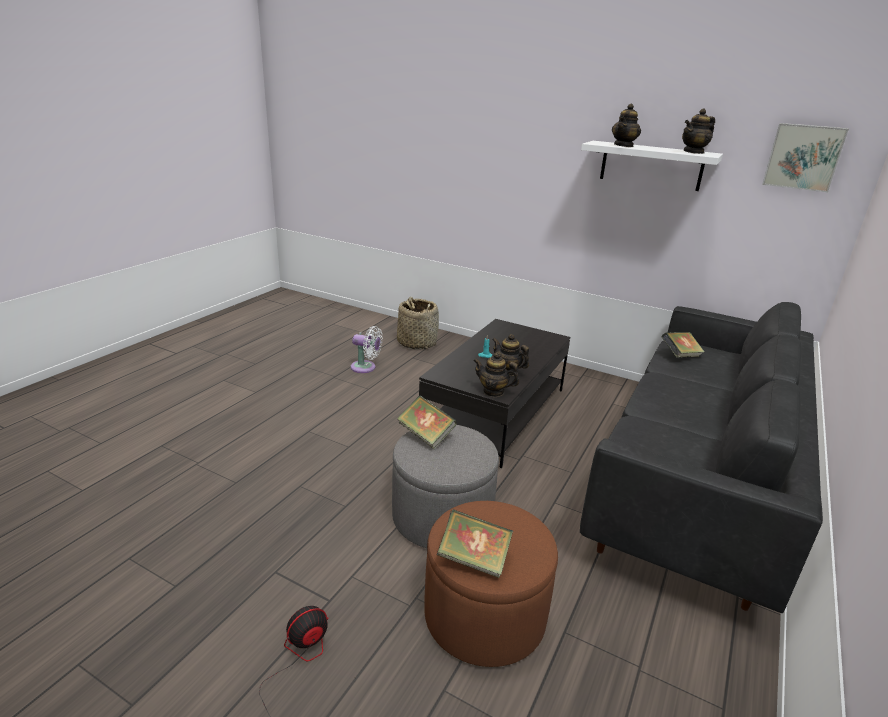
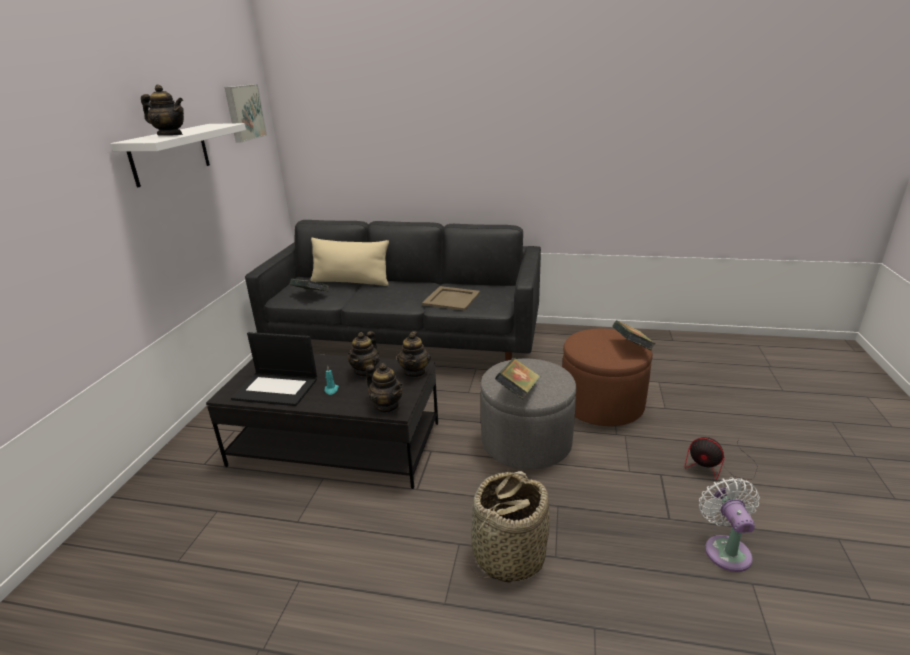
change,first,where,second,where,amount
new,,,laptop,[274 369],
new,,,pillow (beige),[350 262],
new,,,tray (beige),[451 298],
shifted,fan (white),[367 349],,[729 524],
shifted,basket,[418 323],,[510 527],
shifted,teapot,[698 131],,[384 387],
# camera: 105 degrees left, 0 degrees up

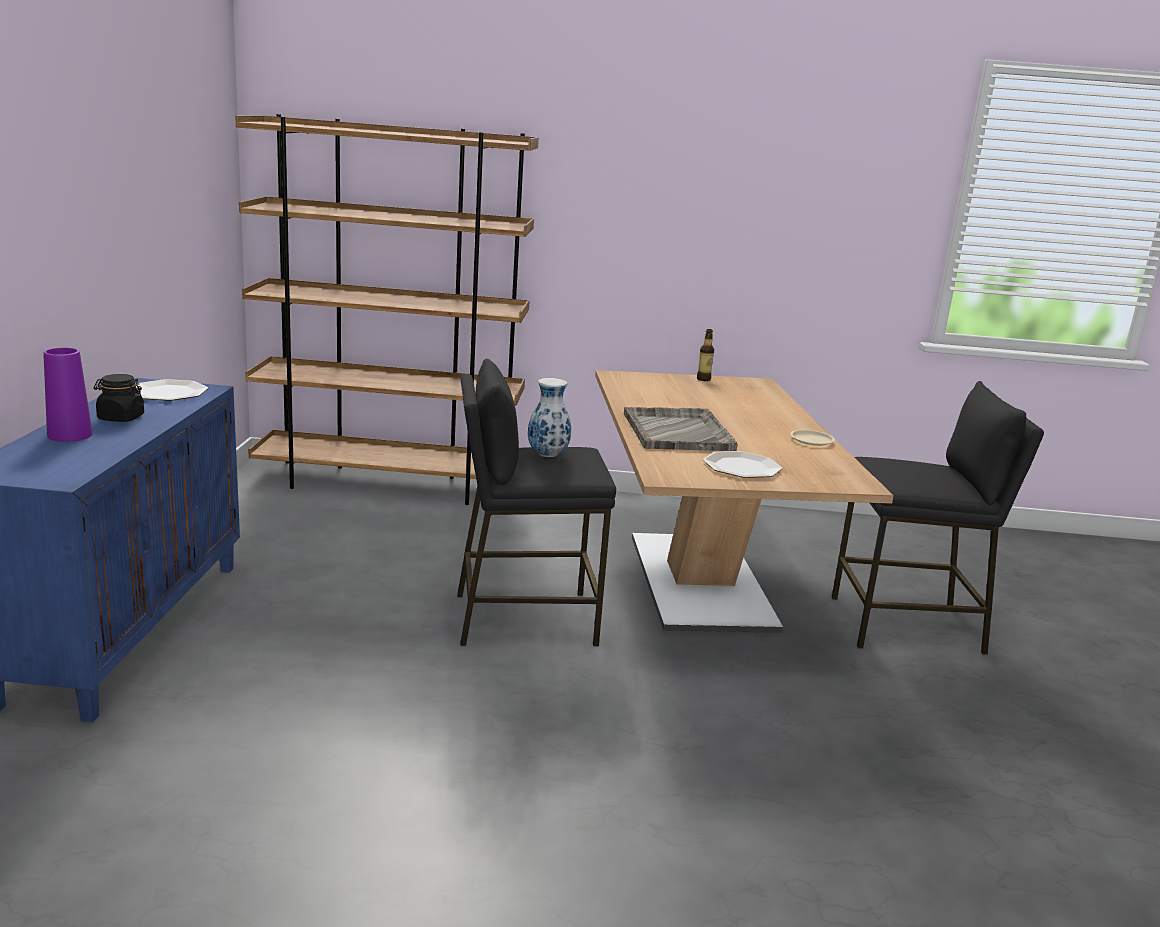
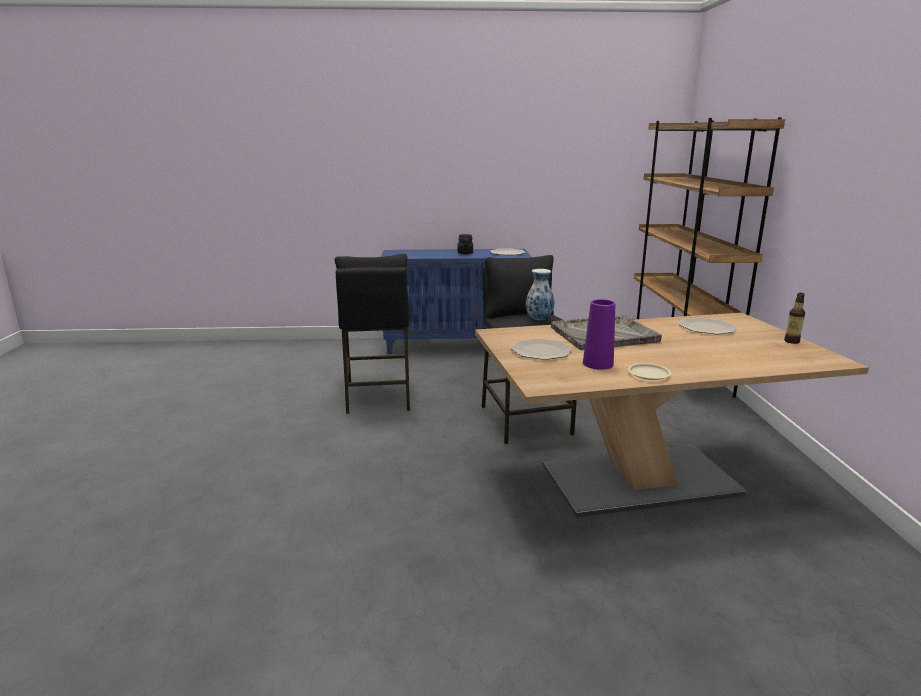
change,first,where,second,where,amount
new,,,plate,[708 325],
shifted,vase (purple),[68 395],,[599 334],
shifted,stool (black),[938 518],,[372 334],
# camera: 85 degrees right, 0 degrees up

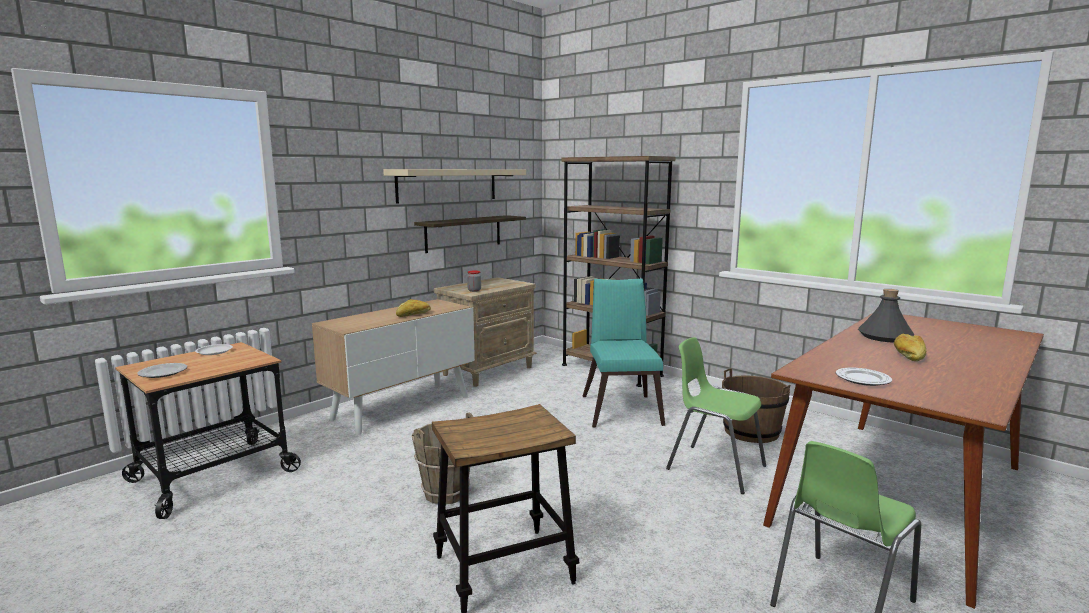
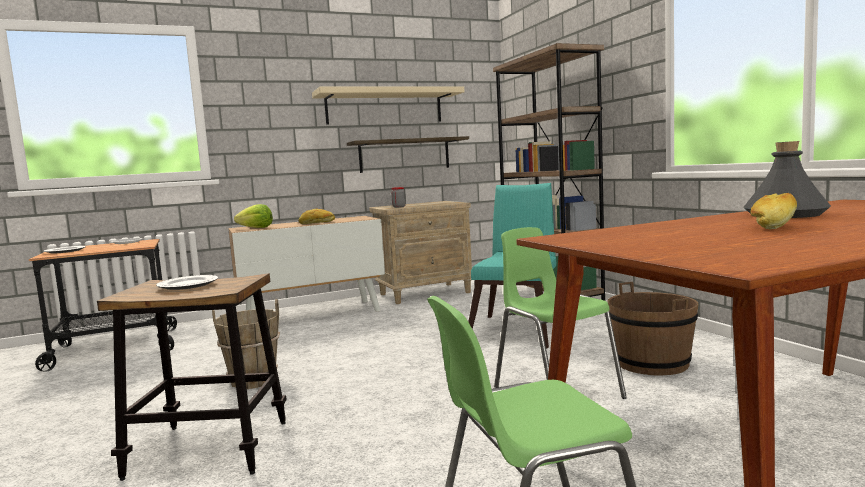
change,first,where,second,where,amount
new,,,lettuce,[253 216],
shifted,plate,[864 377],,[187 282],
# camera: 25 degrees right, 5 degrees down

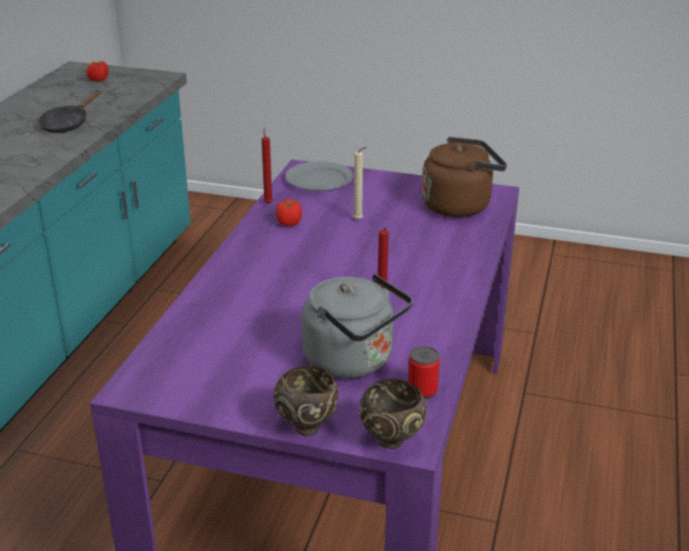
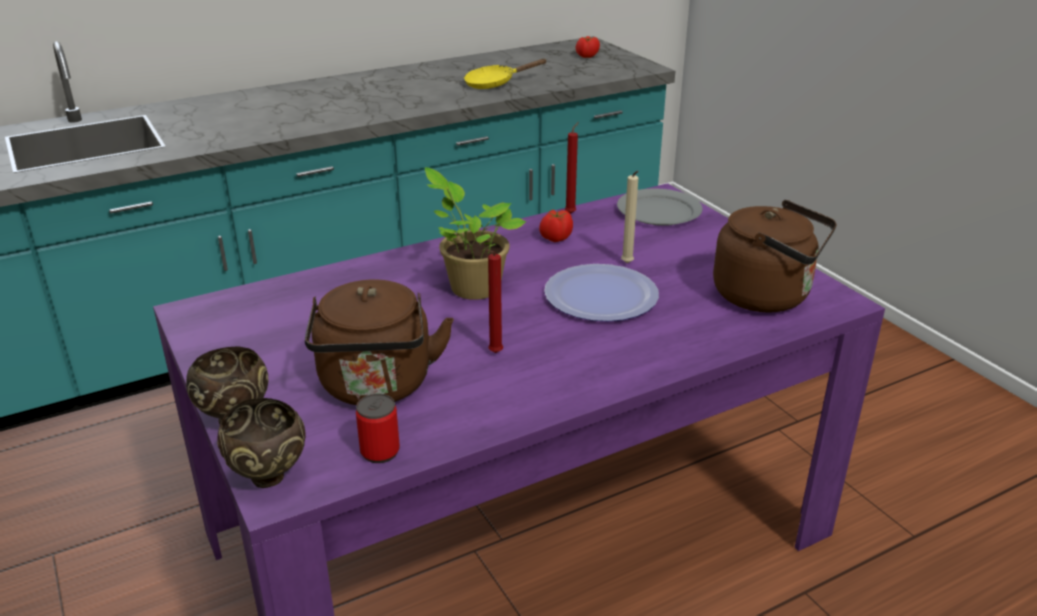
change,first,where,second,where,amount
new,,,potted plant,[475 233],
new,,,plate,[601 293],
repainted,frying pan (black),[69 111],frying pan (yellow),[505 74],
repainted,kettle (grey),[357 326],kettle (brown),[379 342],
# camera: 45 degrees right, 0 degrees up

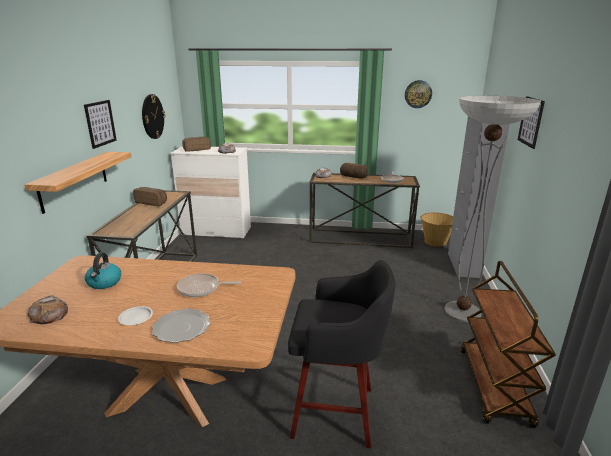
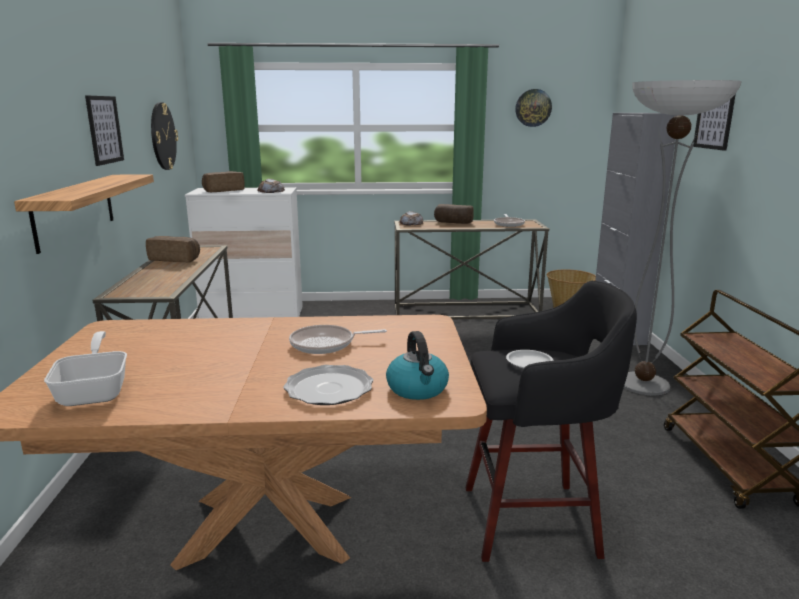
change,first,where,second,where,amount
shifted,kettle,[103 271],,[417 365],
shifted,plate (white),[135 315],,[530 359],
swapped,bread,[48 309],frying pan,[85 368],
# camera: 10 degrees left, 5 degrees down

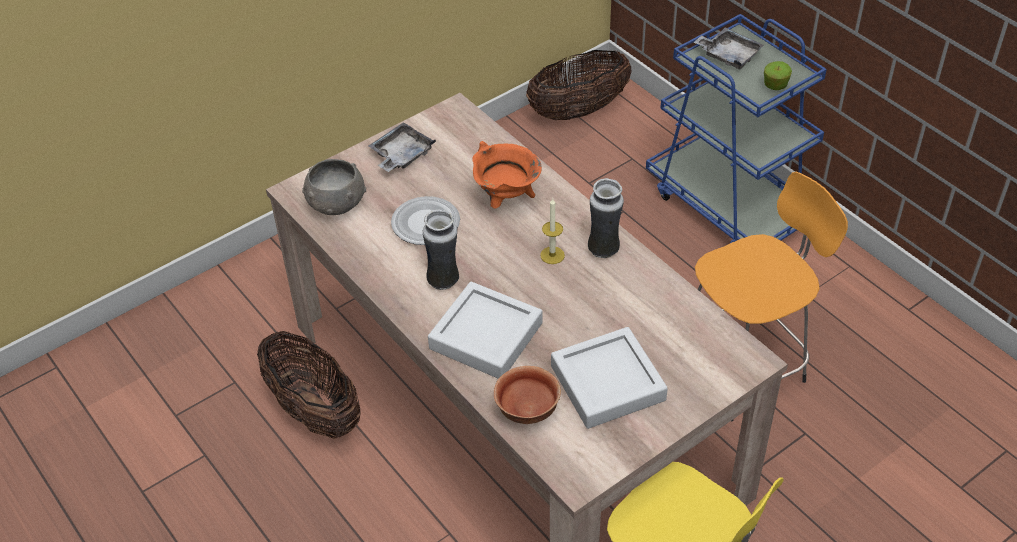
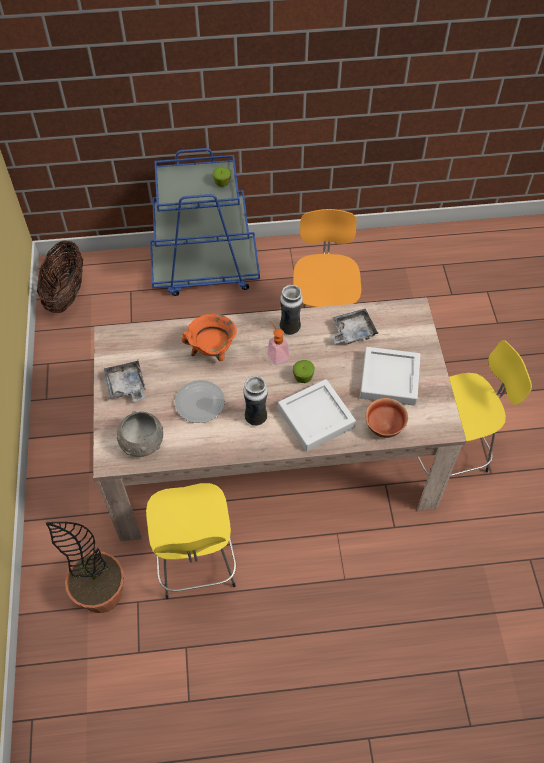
change,first,where,second,where,amount
new,,,potted plant,[85 567],
new,,,apple,[304 371],
shifted,tray (grey),[729 48],,[355 326],
swapped,basket,[309 385],stool (yellow),[191 541],
swapped,candle,[552 231],soap dispenser,[278 343],
# camera: 60 degrees left, 10 degrees up

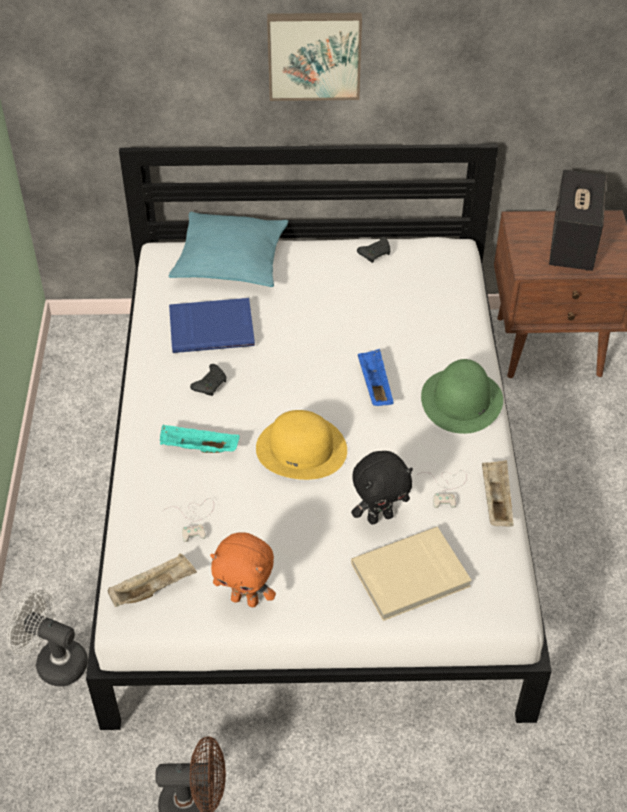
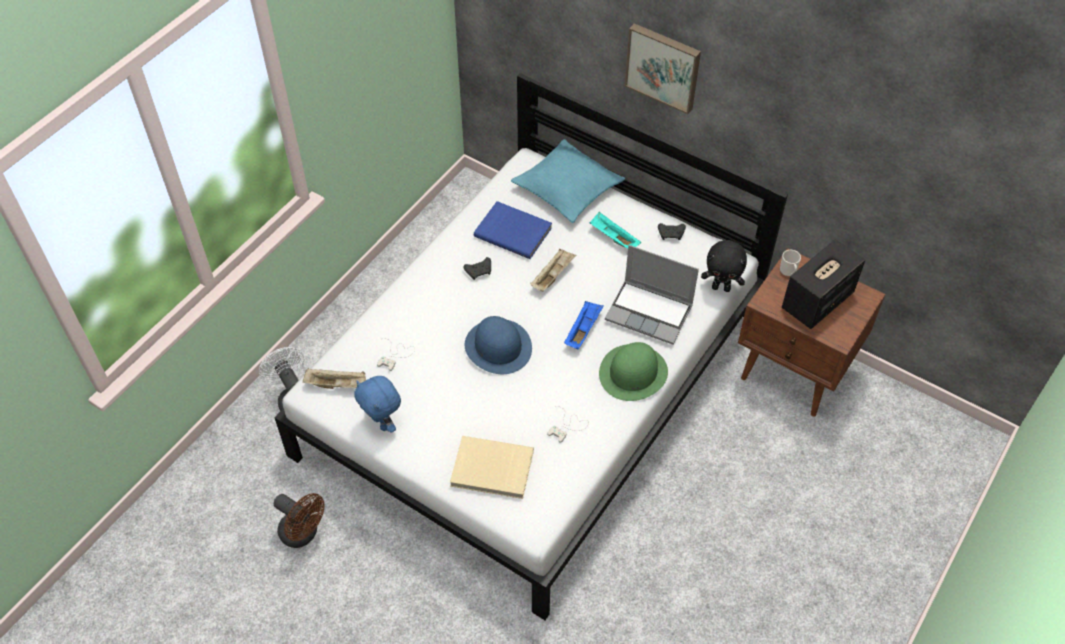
change,first,where,second,where,amount
new,,,laptop,[652 295],
new,,,mug,[790 263],
shifted,tray (turquoise),[200 439],,[615 230],
shifted,plush toy (black),[382 487],,[724 266],
shifted,tray (beige),[497 493],,[553 270],
repainted,plush toy (orange),[243 569],plush toy (blue),[378 404],
repainted,hat (yellow),[301 445],hat (blue),[498 345],
# camera: 35 degrees right, 5 degrees up

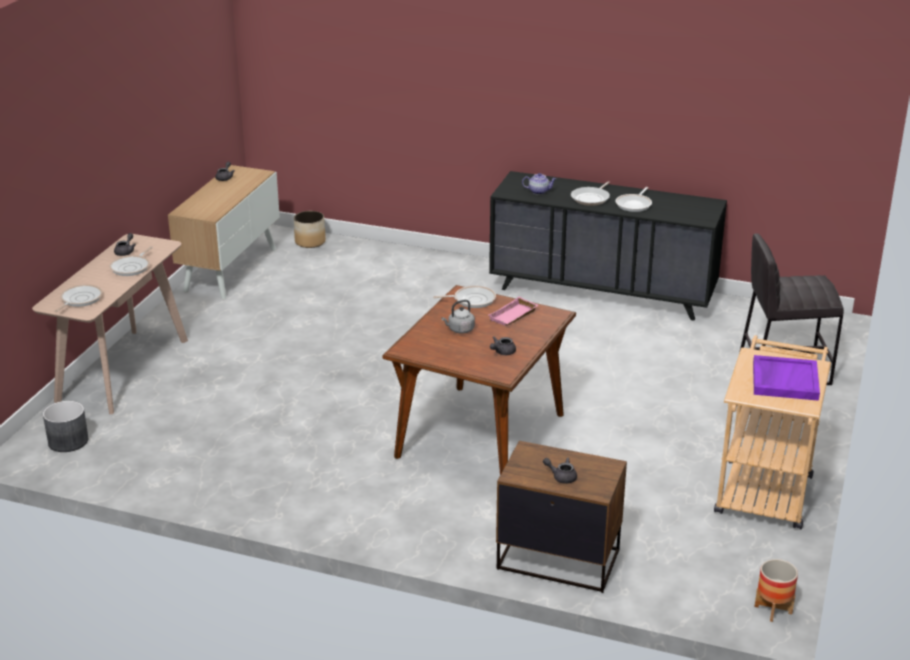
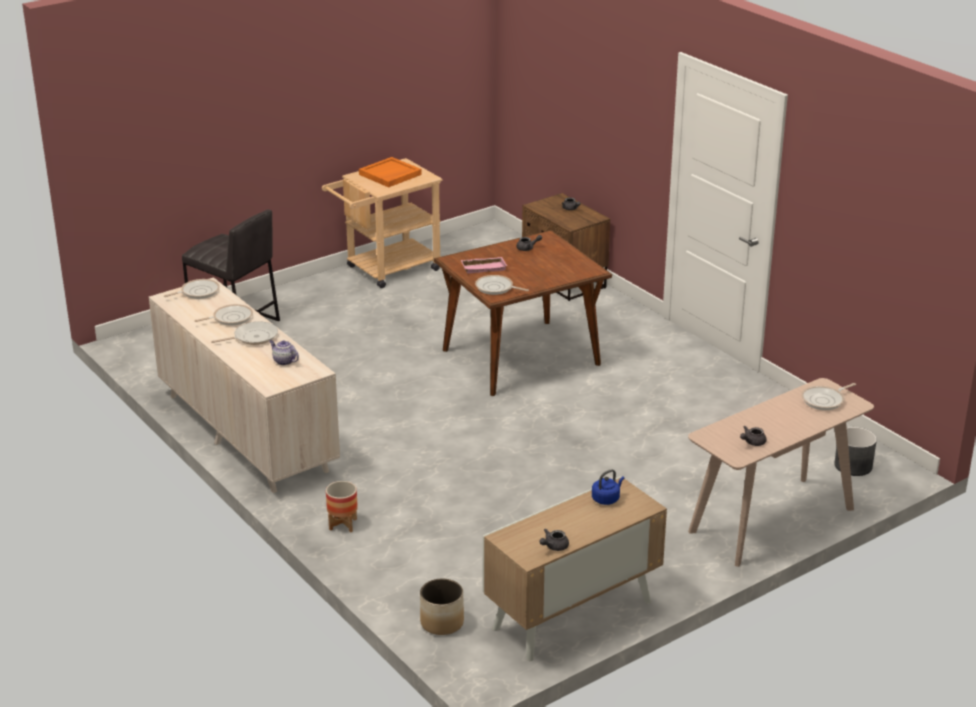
change,first,where,second,where,amount
gone,kettle (grey),[458 317],,,
new,,,kettle (blue),[608 487],
shifted,frying pan,[131 261],,[192 289],
shifted,planter,[776 590],,[342 506],
repainted,dresser (black),[608 246],dresser (beige),[244 385],
repainted,tray (purple),[786 378],tray (orange),[390 172],
# camera: 145 degrees left, 0 degrees up

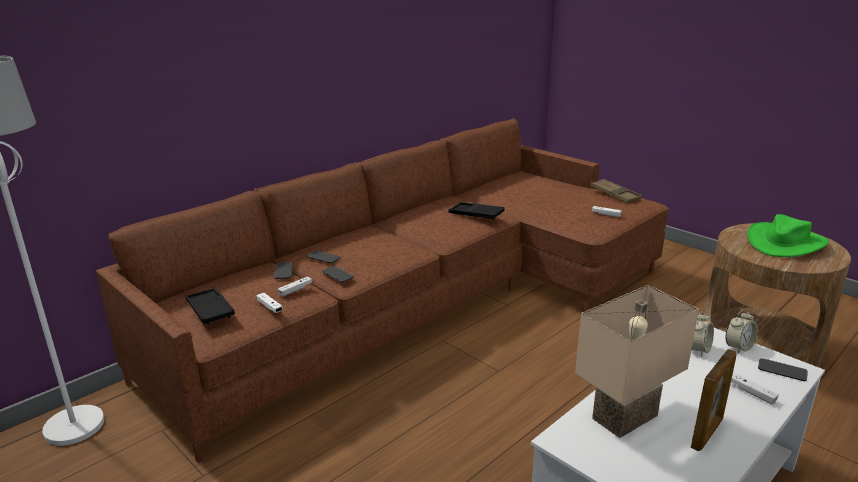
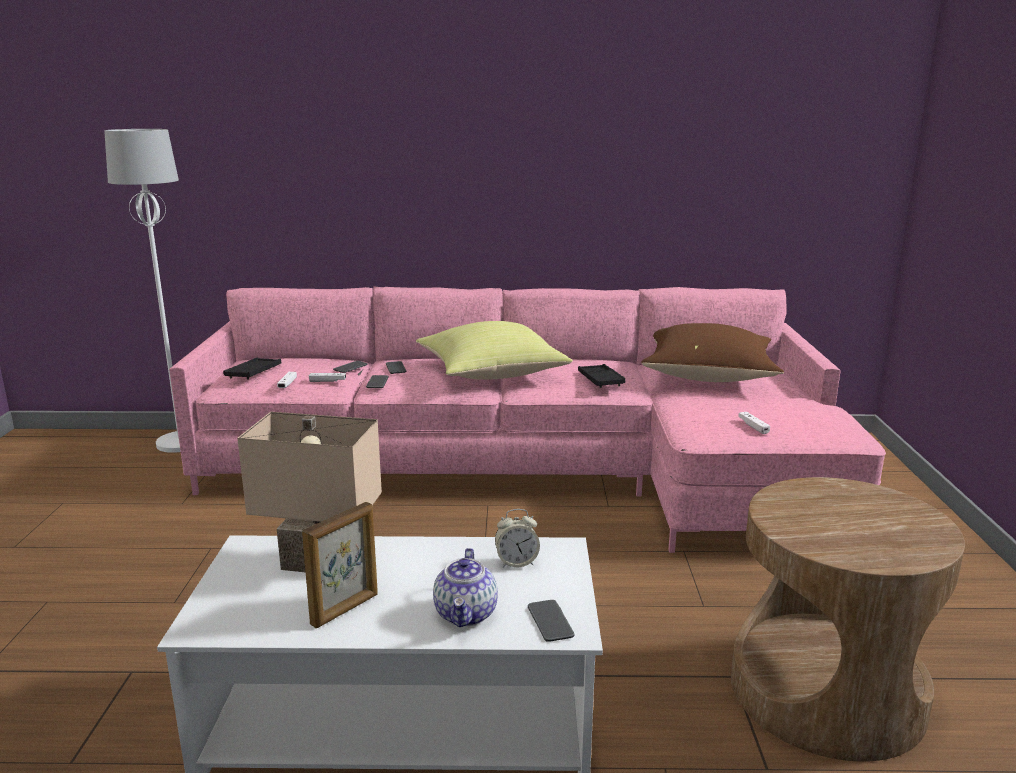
change,first,where,second,where,amount
gone,tray (brown),[616 191],,,
gone,alarm clock,[742 331],,,
gone,hat (green),[788 235],,,
new,,,pillow (yellow),[494 350],
new,,,pillow (brown),[713 352],
swapped,game controller (white),[755 389],teapot,[465 587],
repainted,sofa (brown),[382 290],sofa (pink),[527 419],
rotated,picture frame,[713 400],,[340 565],45 degrees counterclockwise
# camera: 45 degrees right, 5 degrees down

